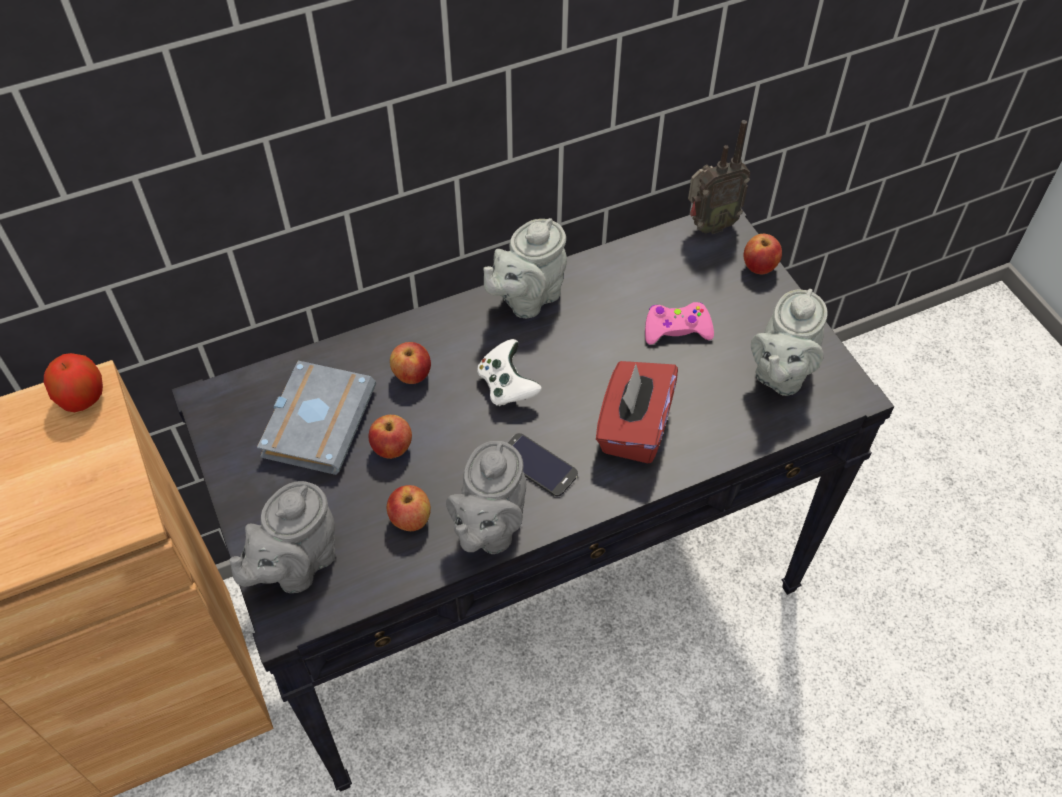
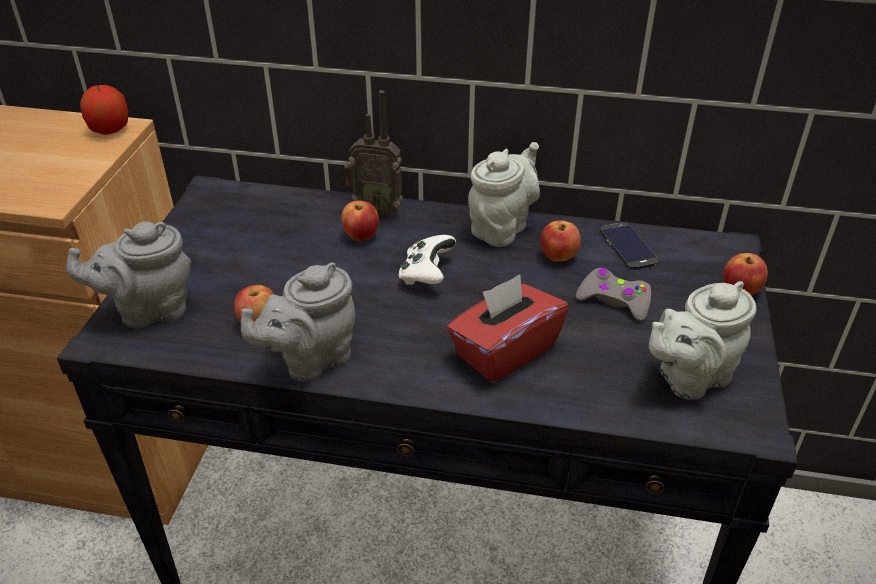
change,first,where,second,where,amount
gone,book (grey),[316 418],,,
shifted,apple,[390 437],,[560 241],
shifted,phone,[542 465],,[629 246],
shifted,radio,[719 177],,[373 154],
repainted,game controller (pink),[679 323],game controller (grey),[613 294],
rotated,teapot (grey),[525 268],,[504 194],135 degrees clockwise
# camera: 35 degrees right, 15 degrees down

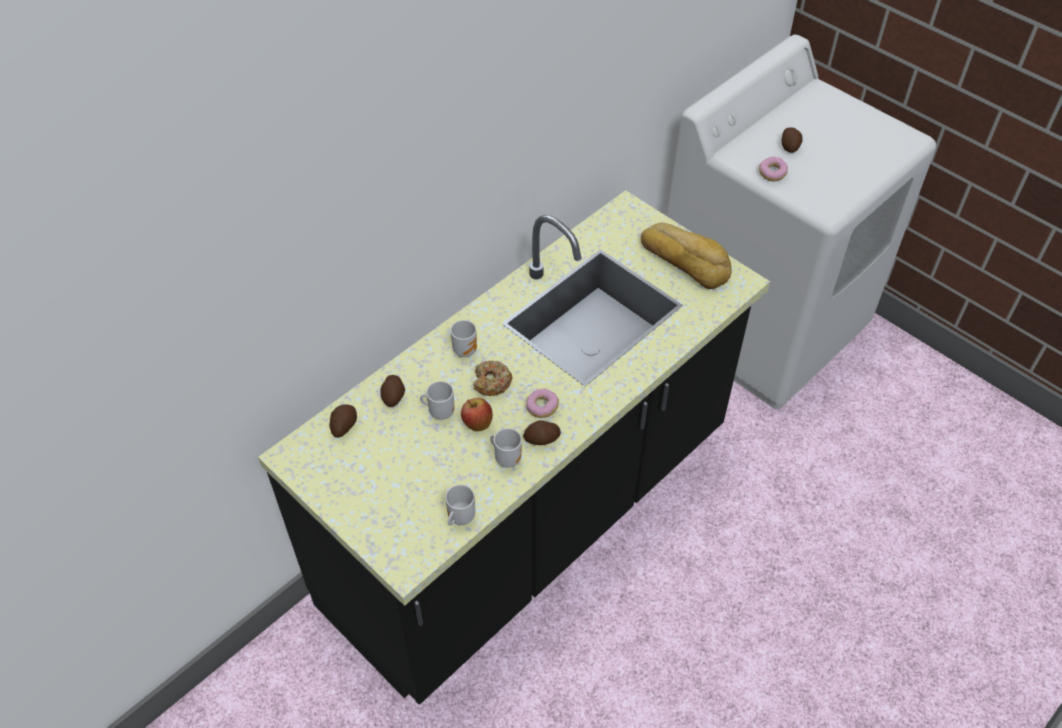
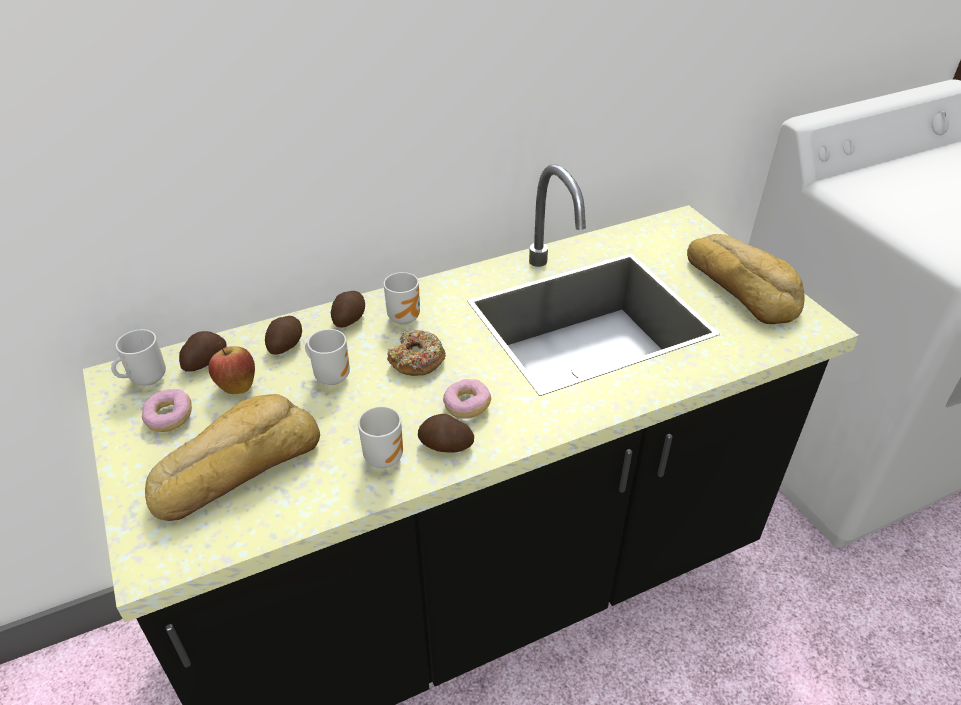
change,first,where,second,where,amount
new,,,bread,[232 457],
shifted,mug,[460 504],,[138 357],
shifted,apple,[477 414],,[232 368],
shifted,donut,[773 168],,[167 410],
shifted,potato,[792 140],,[348 309],
# camera: 20 degrees right, 10 degrees down

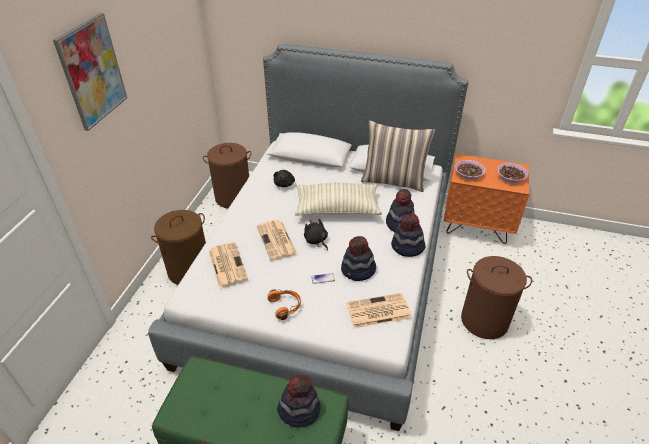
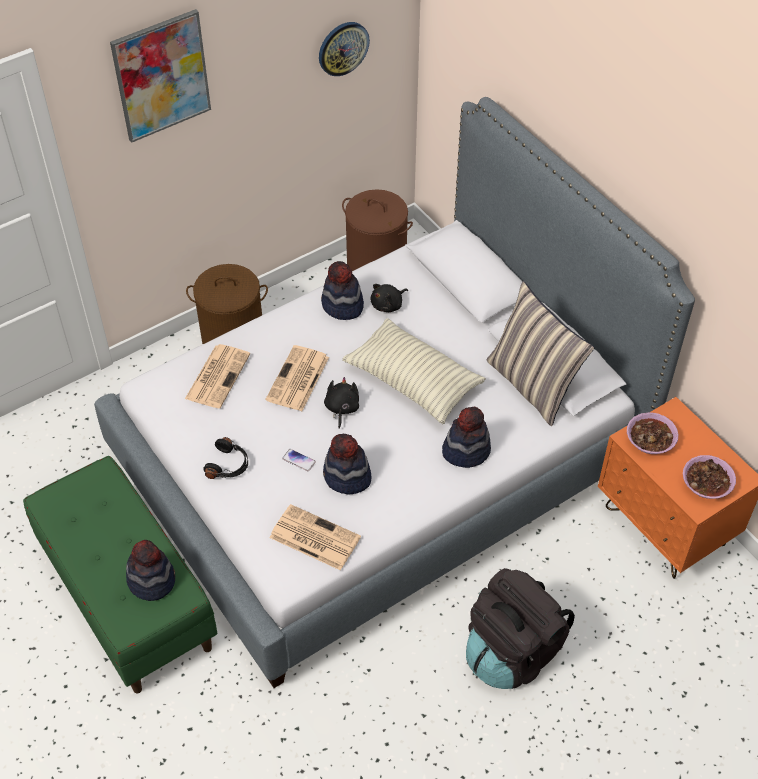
change,first,where,second,where,amount
new,,,wall clock,[344 49],
shifted,hat,[408 235],,[342 290],
swapped,laundry basket (brown),[496 297],backpack (black),[520 628],
repainted,headphones (orange),[284 304],headphones (black),[225 458],
# camera: 40 degrees right, 10 degrees up

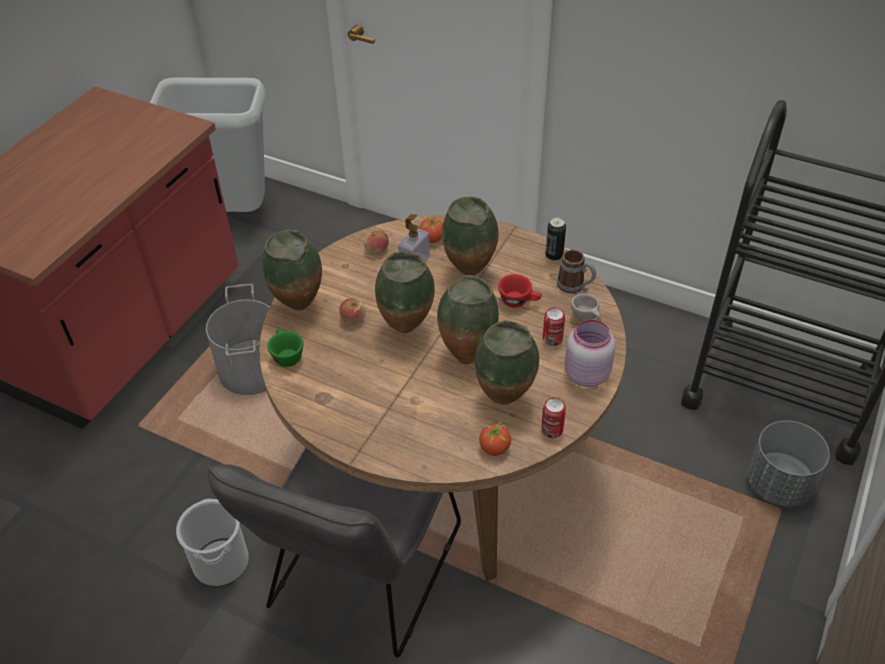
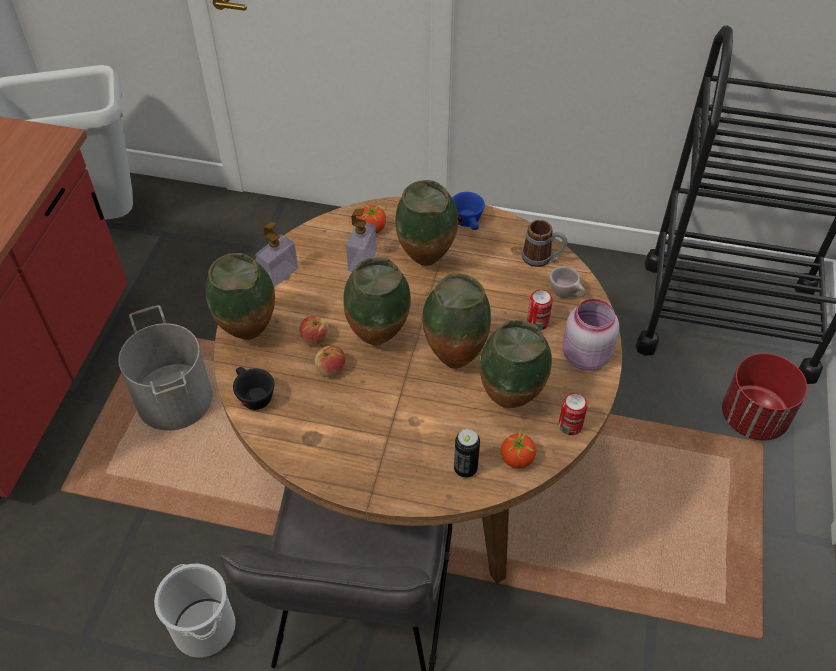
change,first,where,second,where,amount
gone,cup (red),[520 291],,,
new,,,soap dispenser,[276 254],
new,,,cup (blue),[468 211],
shifted,apple,[376 242],,[330 361],
shifted,can,[555 239],,[467 453],
repainted,cup (green),[285 348],cup (black),[253 388],
repainted,planter (grey),[788 464],planter (red),[765 397],
# camera: 15 degrees left, 5 degrees up

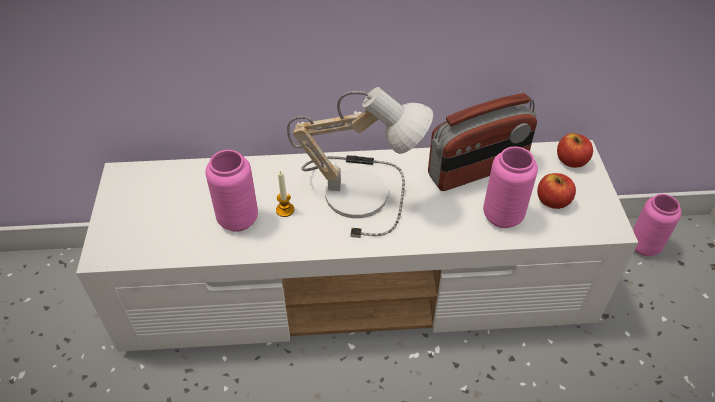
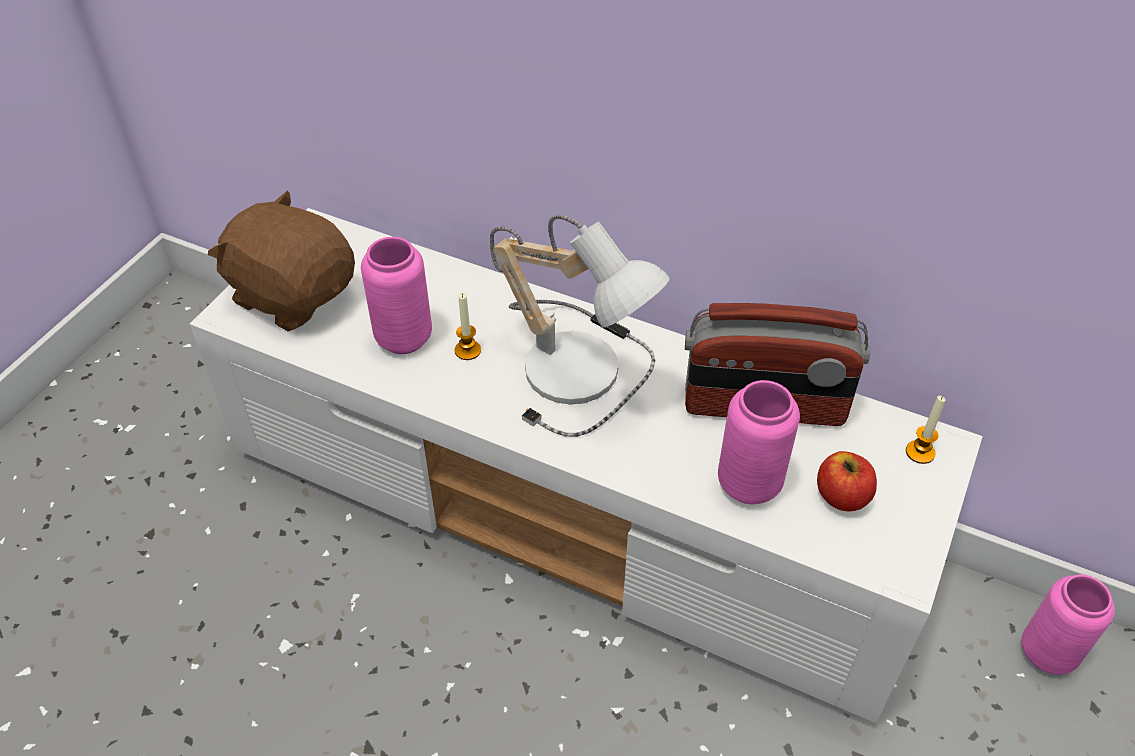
change,first,where,second,where,amount
new,,,plush toy (brown),[281 261],
swapped,apple,[575 150],candle,[925 430],
# camera: 30 degrees right, 0 degrees up

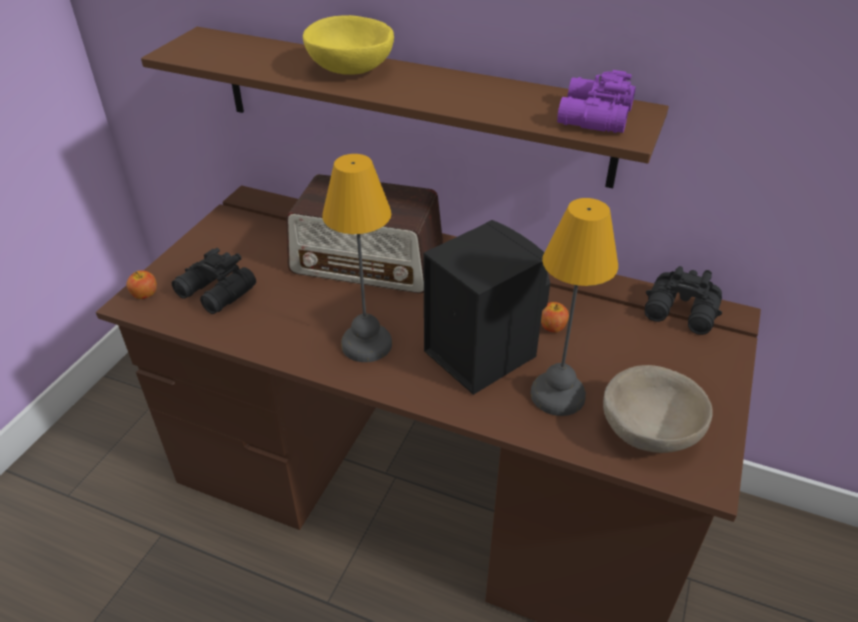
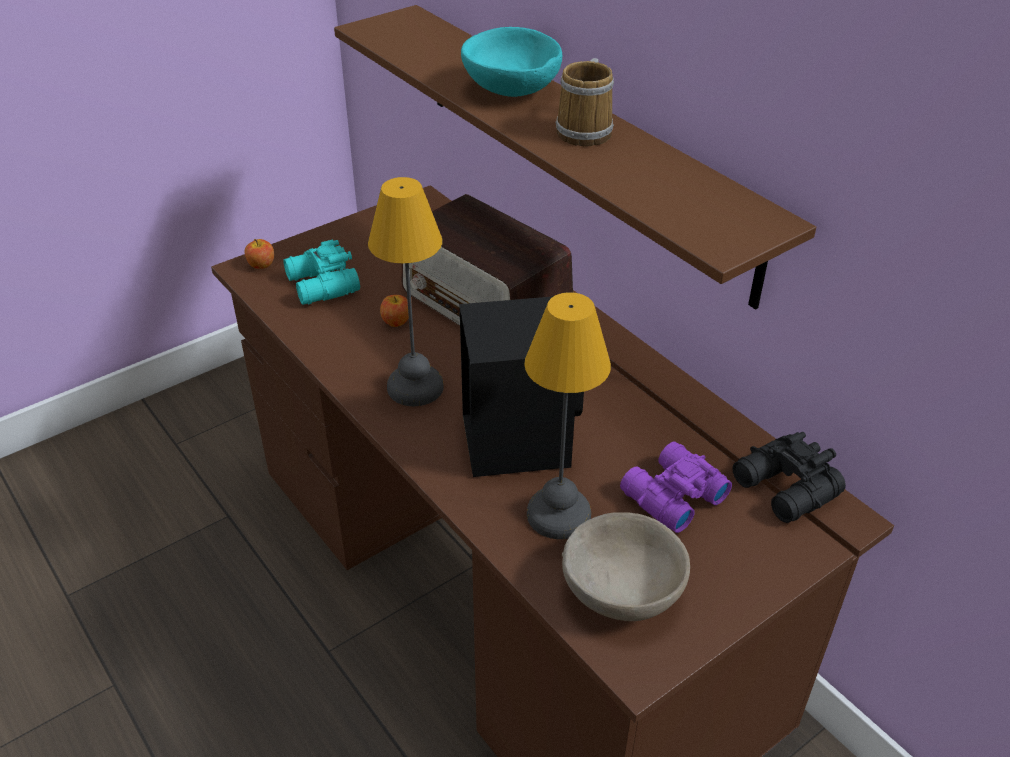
change,first,where,second,where,amount
new,,,mug,[585 102],
shifted,apple,[555 317],,[394 311],
shifted,binoculars (purple),[596 101],,[676 487],
repainted,binoculars (black),[214 281],binoculars (turquoise),[321 272],
repainted,bowl (yellow),[348 45],bowl (turquoise),[511 62],
# camera: 30 degrees right, 0 degrees up

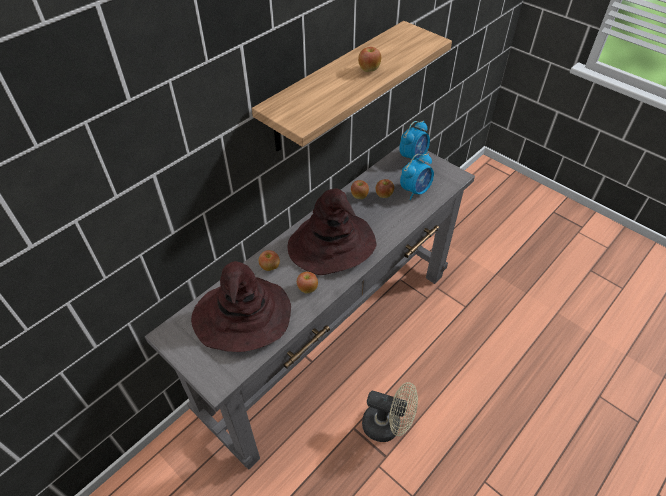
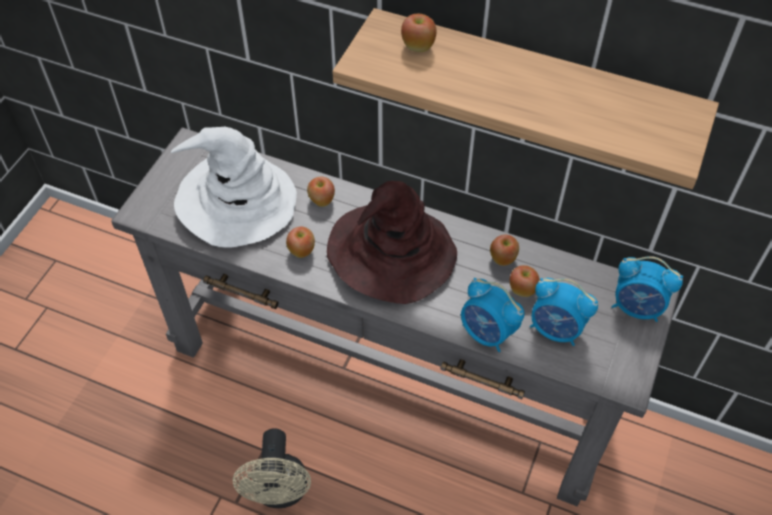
change,first,where,second,where,amount
new,,,alarm clock,[493 315],
shifted,apple,[369 59],,[418 33],
repainted,hat (brown),[241 306],hat (white),[234 187],
# camera: 70 degrees right, 5 degrees up

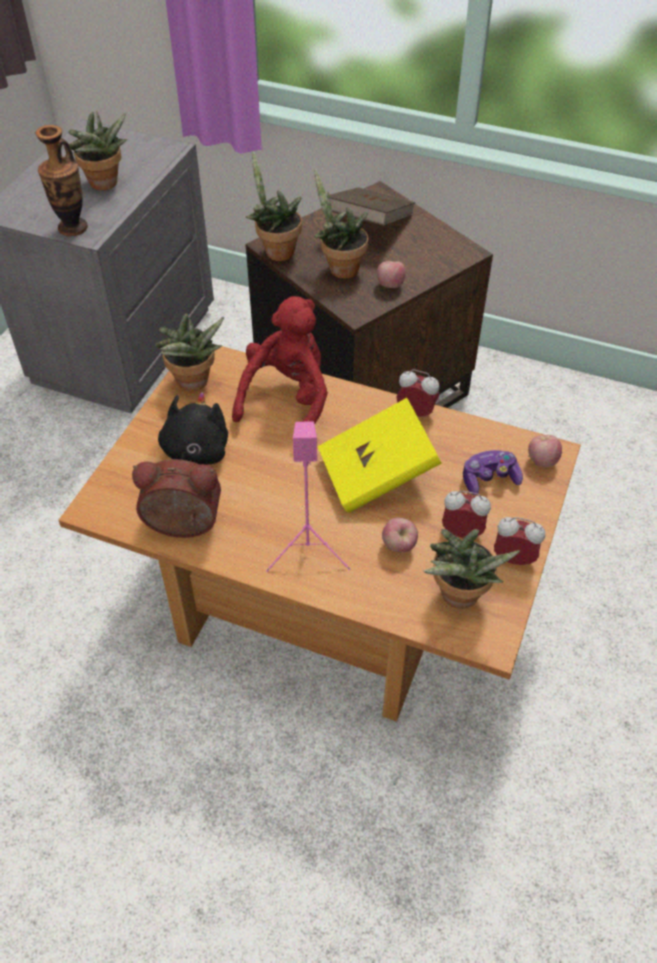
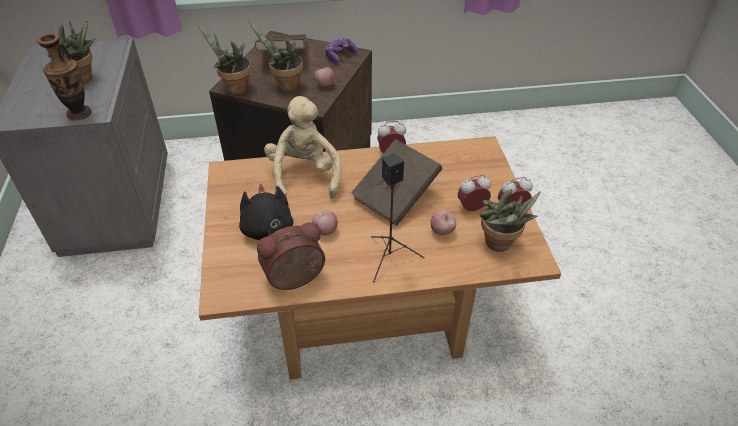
change,first,where,second,where,amount
gone,potted plant,[189 352],,,
shifted,game controller,[493 472],,[341 50],
shifted,apple,[545 451],,[325 222],
repainted,plush toy (red),[280 360],plush toy (beige),[303 147],
repainted,speaker (pink),[308 496],speaker (black),[398 218],
repainted,book (yellow),[380 455],book (brown),[396 182],
# camera: 30 degrees left, 5 degrees down

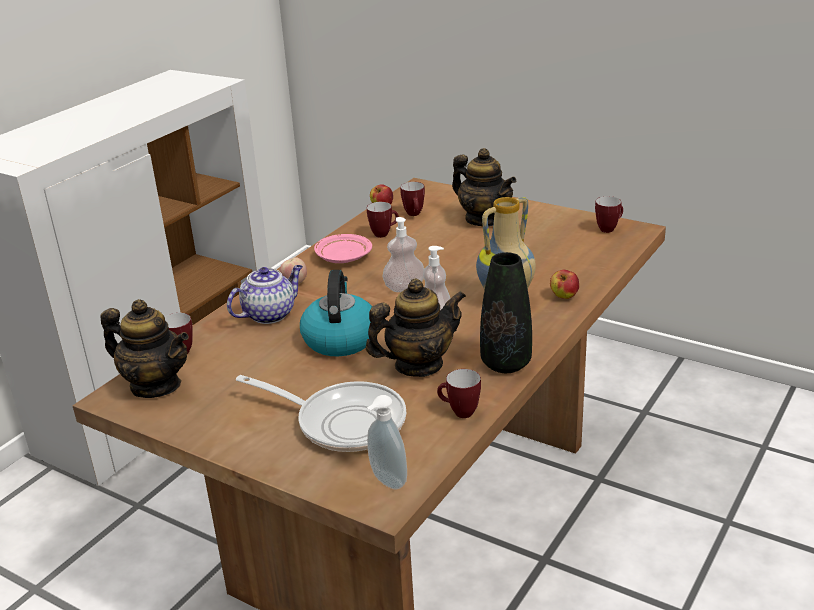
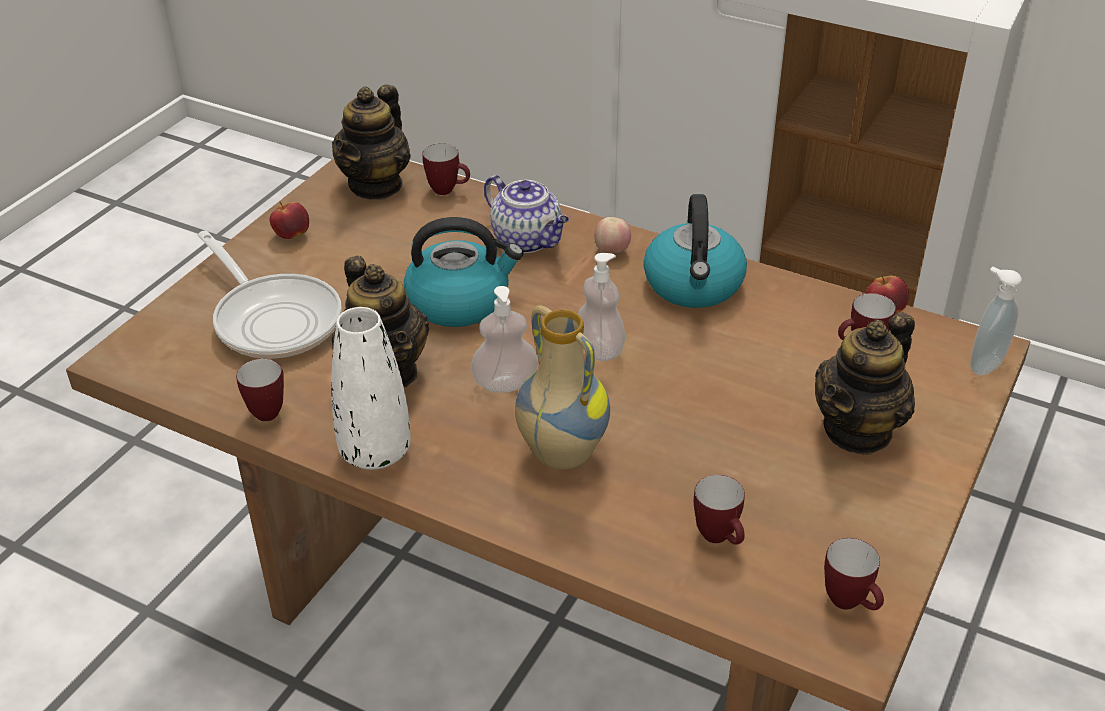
change,first,where,second,where,amount
shifted,mug,[383 220],,[719 510],
shifted,soap dispenser,[387 442],,[996 321],
shifted,apple,[564 284],,[289 220],
swapped,plate (pink),[343 248],kettle,[695 251],
repainted,vase (black),[506 312],vase (white),[371 388],
rotated,frying pan,[321 413],,[270 294],60 degrees counterclockwise
# camera: 85 degrees right, 10 degrees up

